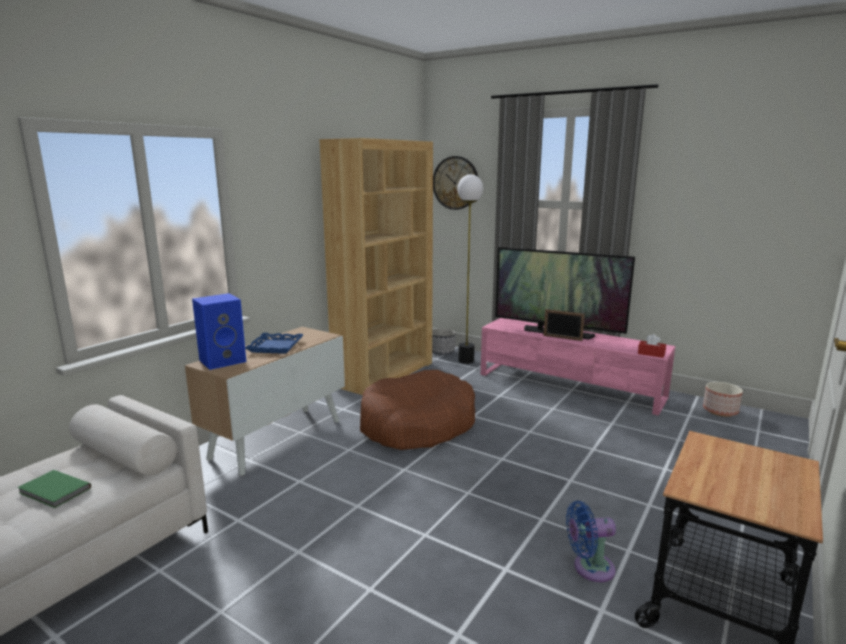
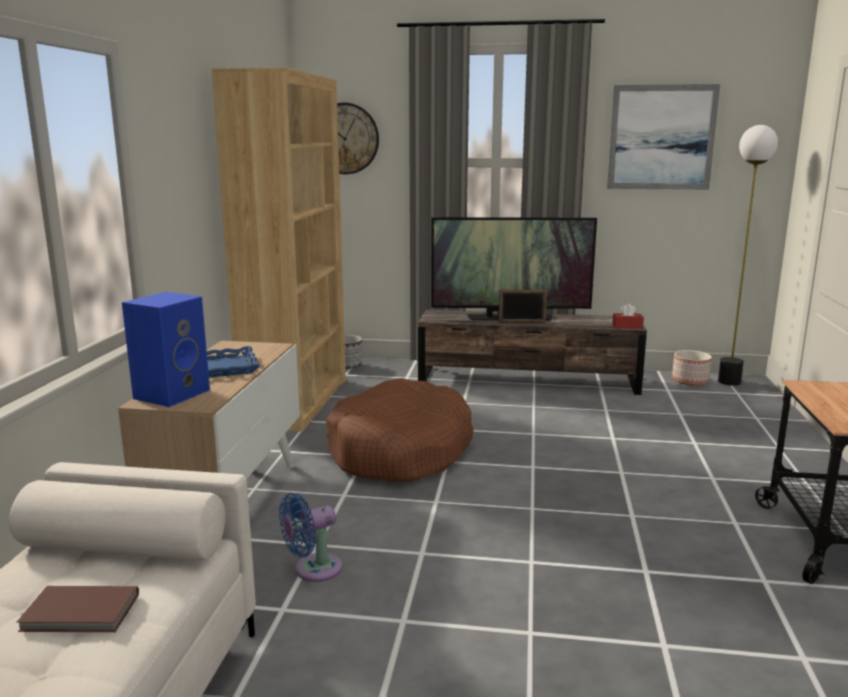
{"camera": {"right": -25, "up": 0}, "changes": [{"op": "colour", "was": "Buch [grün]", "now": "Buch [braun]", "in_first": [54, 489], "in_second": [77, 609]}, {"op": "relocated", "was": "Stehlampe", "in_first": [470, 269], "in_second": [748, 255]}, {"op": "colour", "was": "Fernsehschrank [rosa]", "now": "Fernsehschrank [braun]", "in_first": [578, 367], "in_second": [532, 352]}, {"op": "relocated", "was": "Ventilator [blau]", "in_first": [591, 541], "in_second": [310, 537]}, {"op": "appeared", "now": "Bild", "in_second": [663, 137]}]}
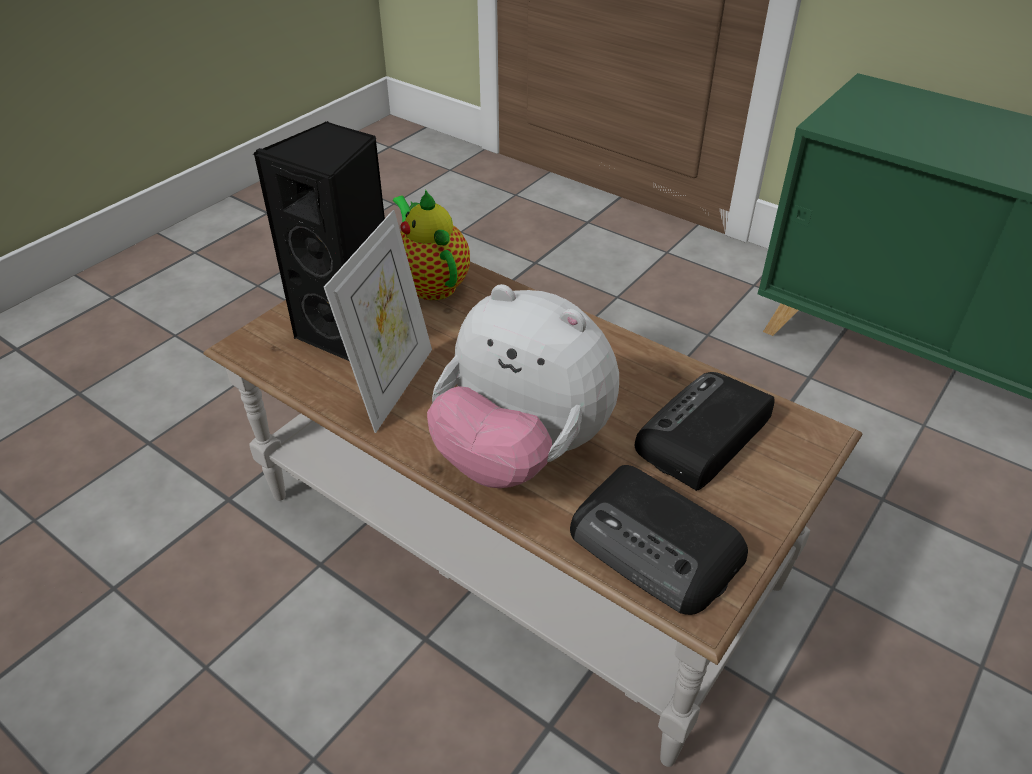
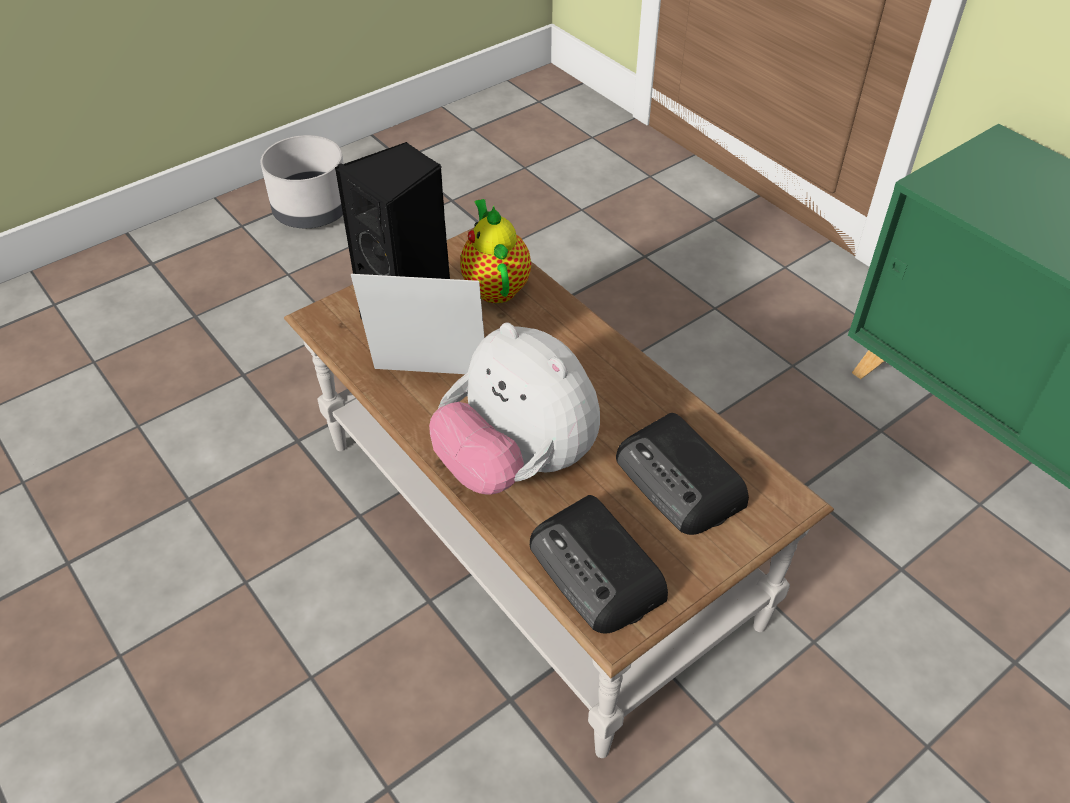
{"camera": {"right": 15, "up": 5}, "changes": [{"op": "spun", "was": "Bilderrahmen", "in_first": [378, 321], "in_second": [418, 324], "clockwise": -120}, {"op": "spun", "was": "Radio", "in_first": [704, 431], "in_second": [682, 474], "clockwise": -90}, {"op": "appeared", "now": "Pflanzkübel [grau]", "in_second": [302, 181]}]}
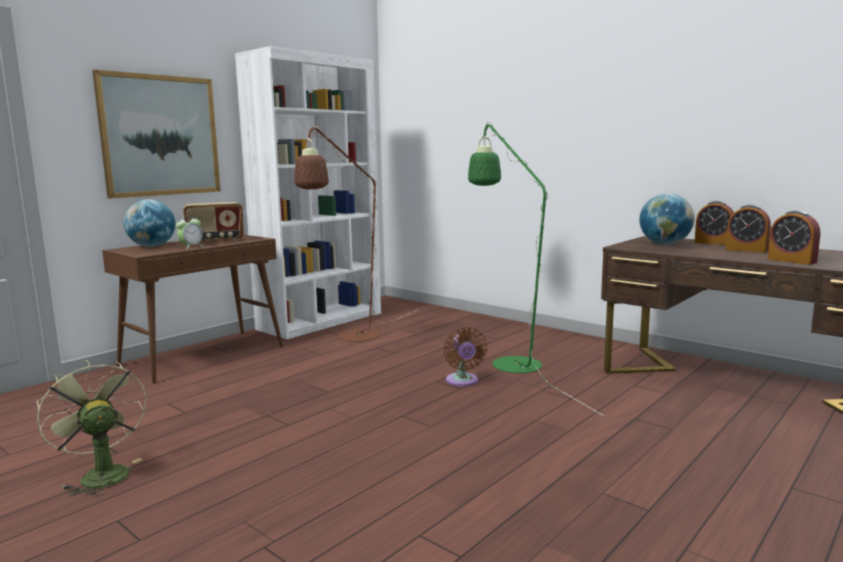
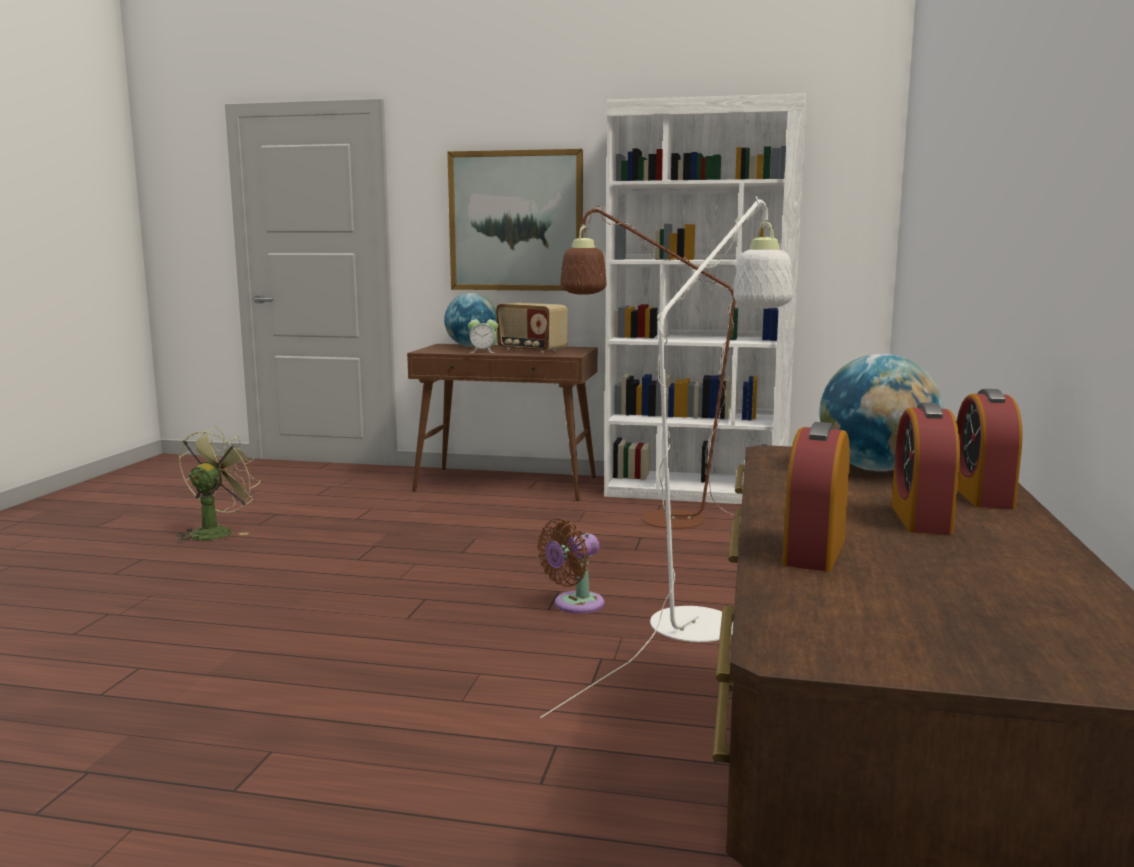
{"camera": {"right": 60, "up": 0}, "changes": [{"op": "colour", "was": "Stehlampe [grün]", "now": "Stehlampe [weiß]", "in_first": [536, 269], "in_second": [666, 457]}]}
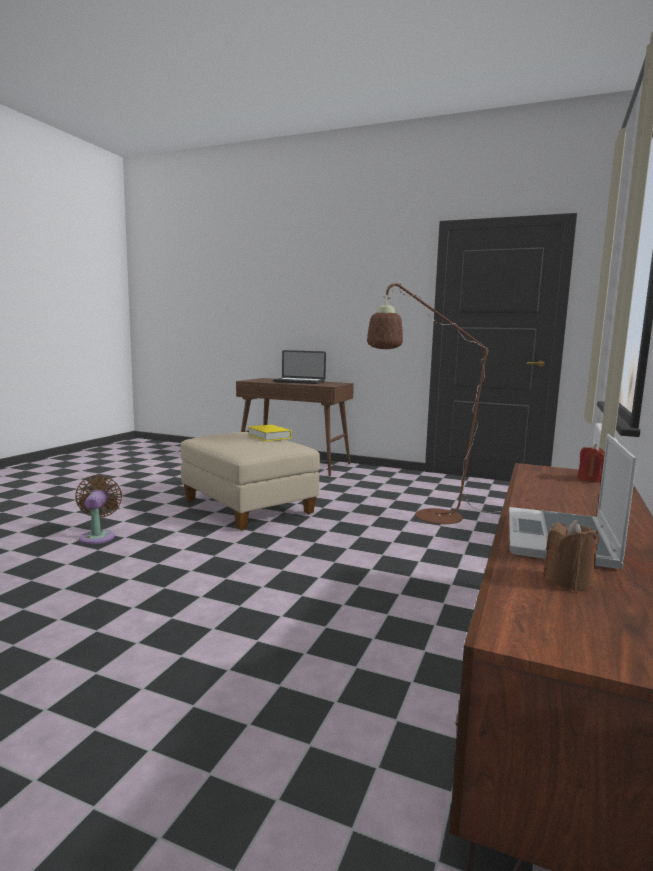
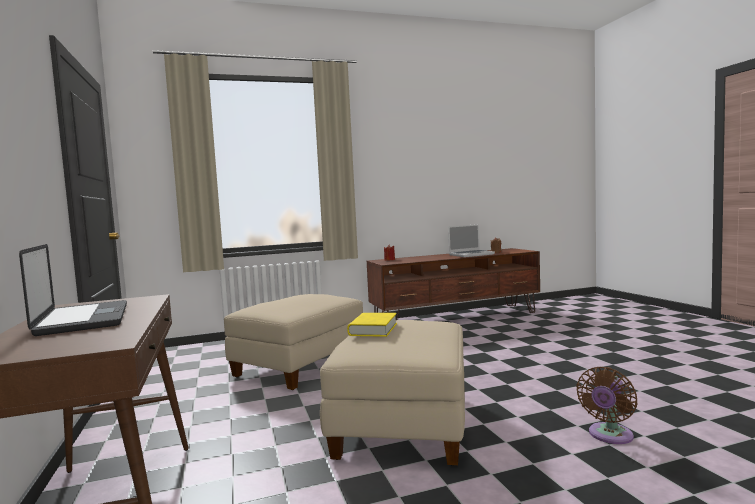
{"camera": {"right": -130, "up": -5}, "changes": [{"op": "exchanged", "was": "Stehlampe [braun]", "now": "Polsterhocker [beige]", "in_first": [434, 402], "in_second": [293, 342]}]}
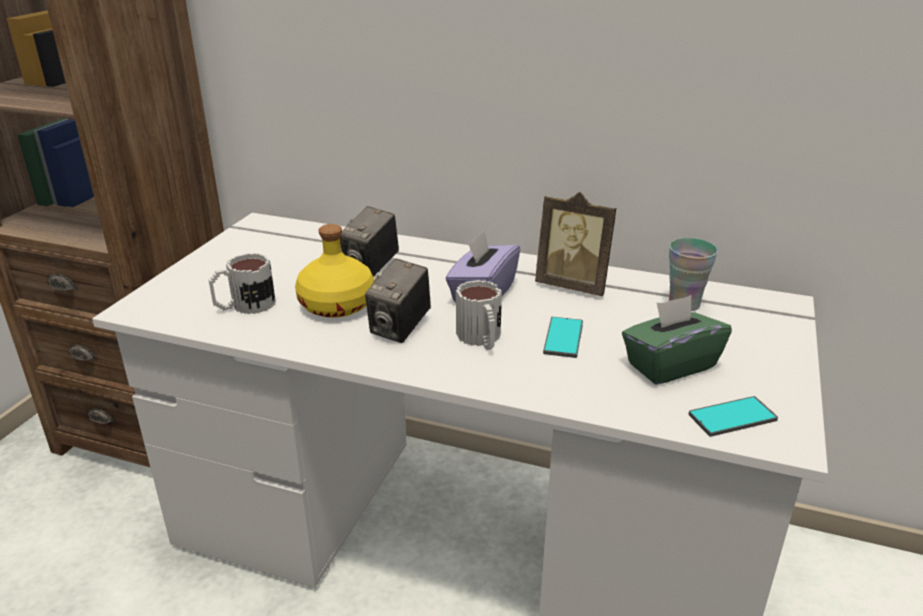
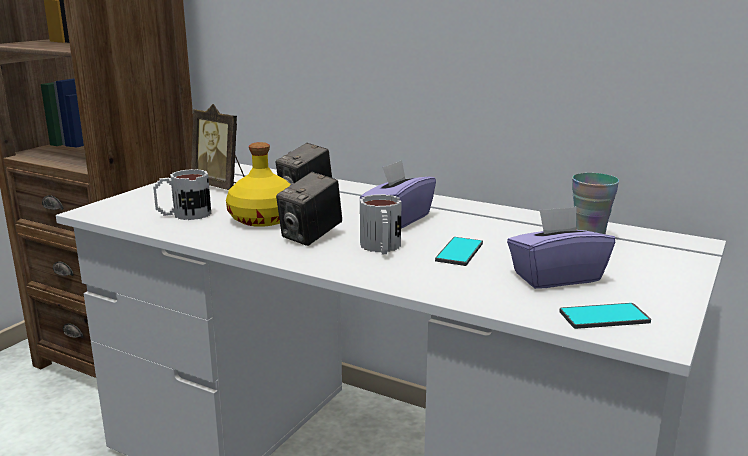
{"camera": {"right": 10, "up": -10}, "changes": [{"op": "relocated", "was": "Bilderrahmen", "in_first": [575, 244], "in_second": [218, 147]}, {"op": "colour", "was": "Taschentuchbox [grün]", "now": "Taschentuchbox [lila]", "in_first": [677, 340], "in_second": [561, 247]}]}
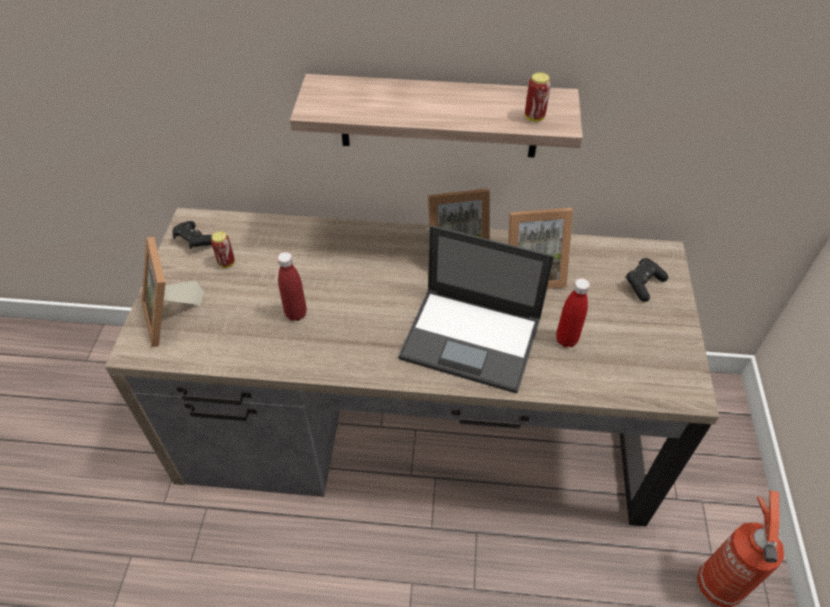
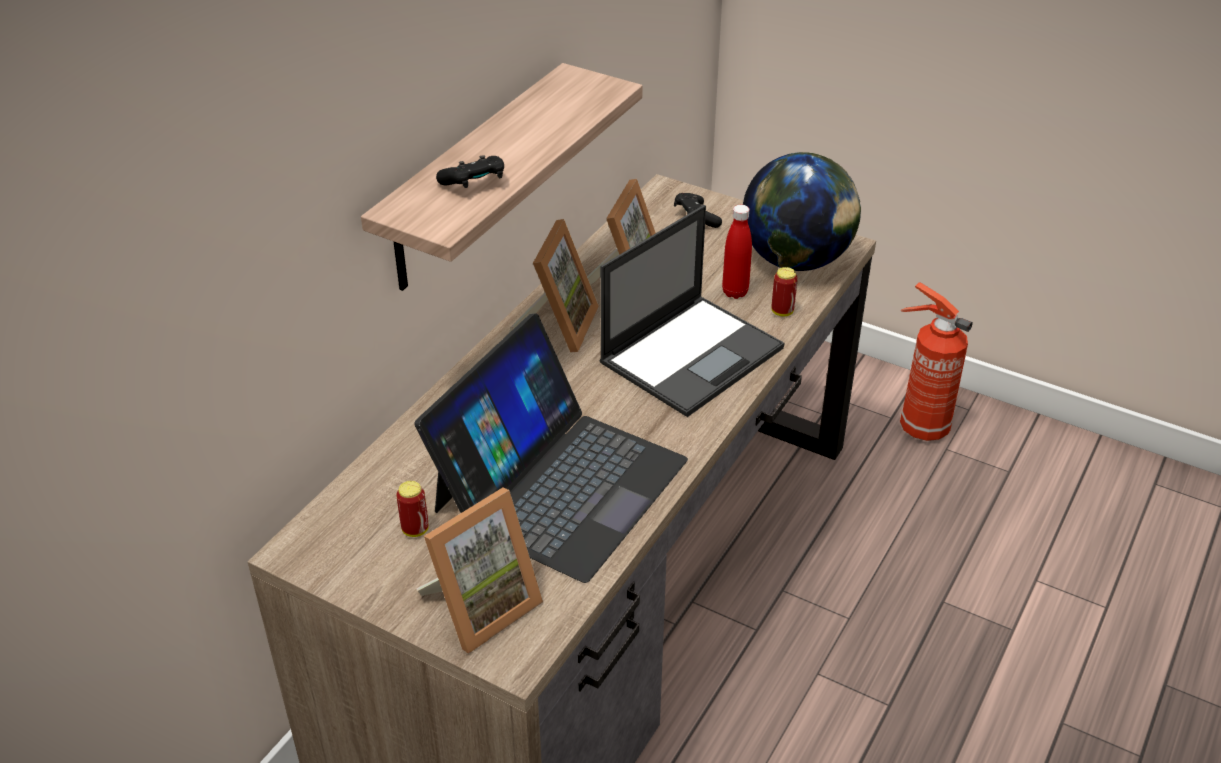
{"camera": {"right": -65, "up": -10}, "changes": [{"op": "spun", "was": "Bilderrahmen", "in_first": [173, 292], "in_second": [479, 570], "clockwise": -45}, {"op": "relocated", "was": "Gamepad [schwarz]", "in_first": [192, 235], "in_second": [470, 171]}, {"op": "exchanged", "was": "Flasche [rot]", "now": "Laptop", "in_first": [292, 286], "in_second": [551, 448]}, {"op": "relocated", "was": "Dose", "in_first": [538, 97], "in_second": [785, 291]}, {"op": "appeared", "now": "Globus", "in_second": [802, 211]}]}
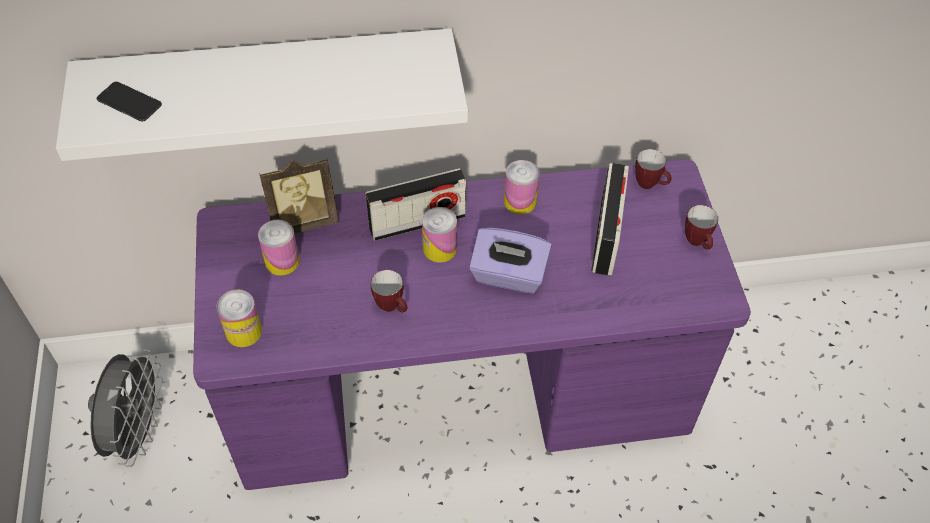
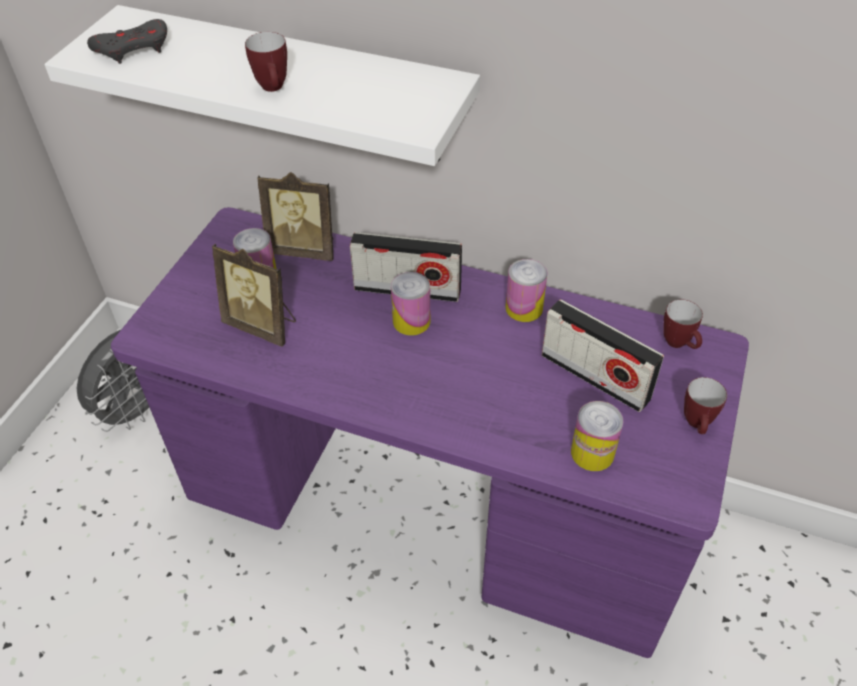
{"camera": {"right": 30, "up": -5}, "changes": [{"op": "exchanged", "was": "Handy", "now": "Gamepad [grau]", "in_first": [129, 102], "in_second": [127, 41]}, {"op": "relocated", "was": "Dose", "in_first": [239, 318], "in_second": [597, 436]}, {"op": "relocated", "was": "Henkelbecher", "in_first": [389, 291], "in_second": [266, 62]}, {"op": "missing", "was": "Taschentuchbox [lila]", "in_first": [510, 261]}, {"op": "spun", "was": "Radio", "in_first": [610, 219], "in_second": [603, 355], "clockwise": 90}, {"op": "appeared", "now": "Bilderrahmen", "in_second": [254, 295]}]}
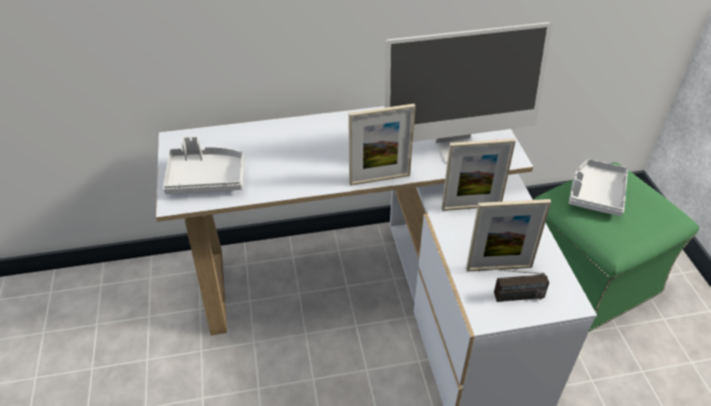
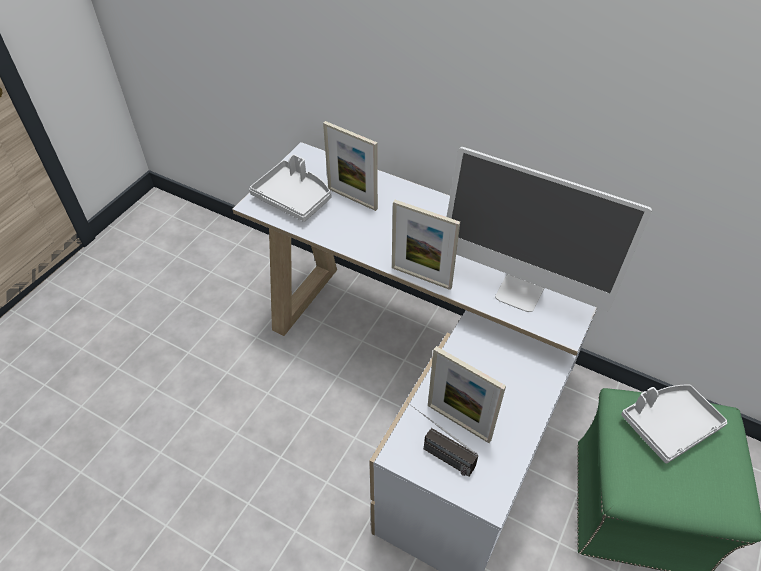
{"camera": {"right": 40, "up": 5}, "changes": [{"op": "relocated", "was": "Bilderrahmen", "in_first": [478, 174], "in_second": [350, 166]}]}
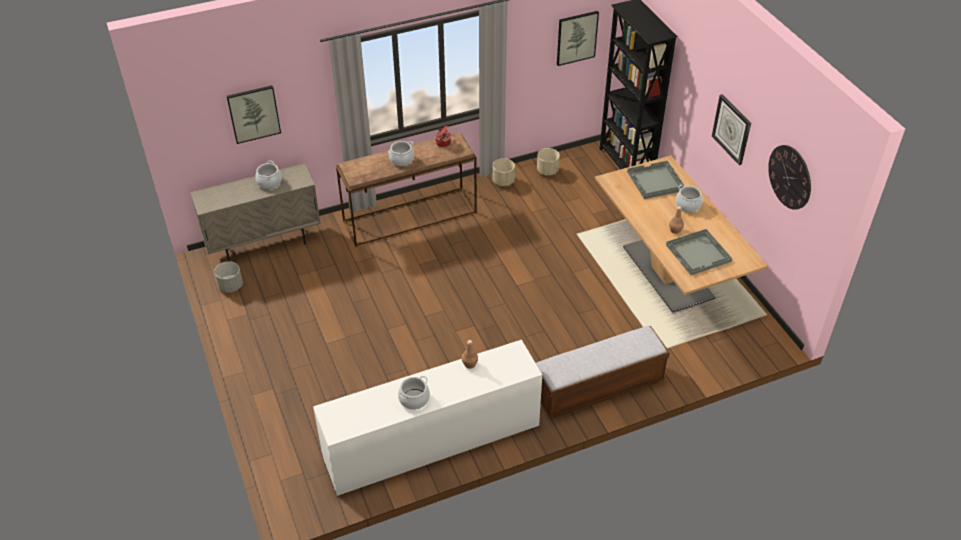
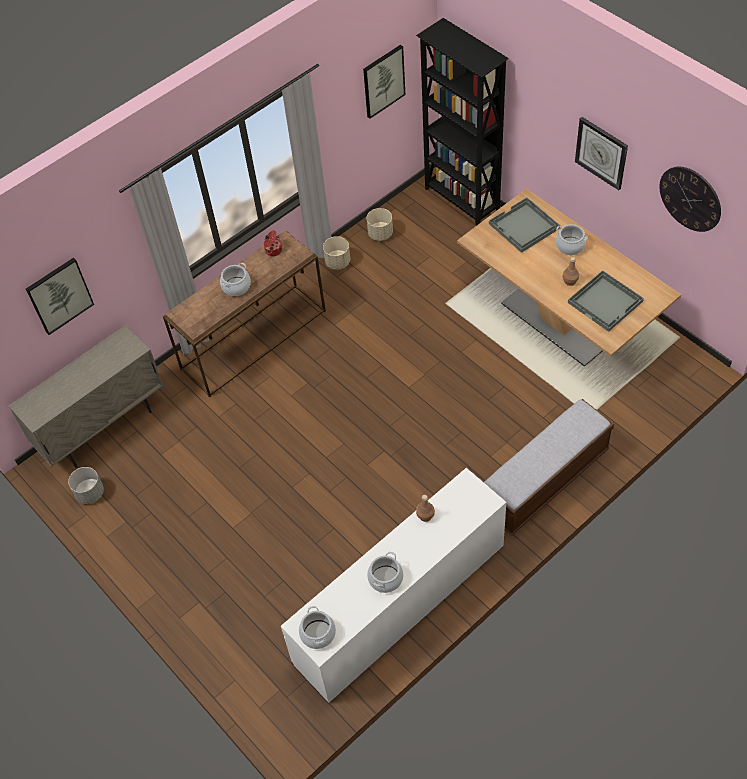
{"camera": {"right": -15, "up": 10}, "changes": [{"op": "relocated", "was": "Kochtopf", "in_first": [268, 175], "in_second": [317, 627]}]}
